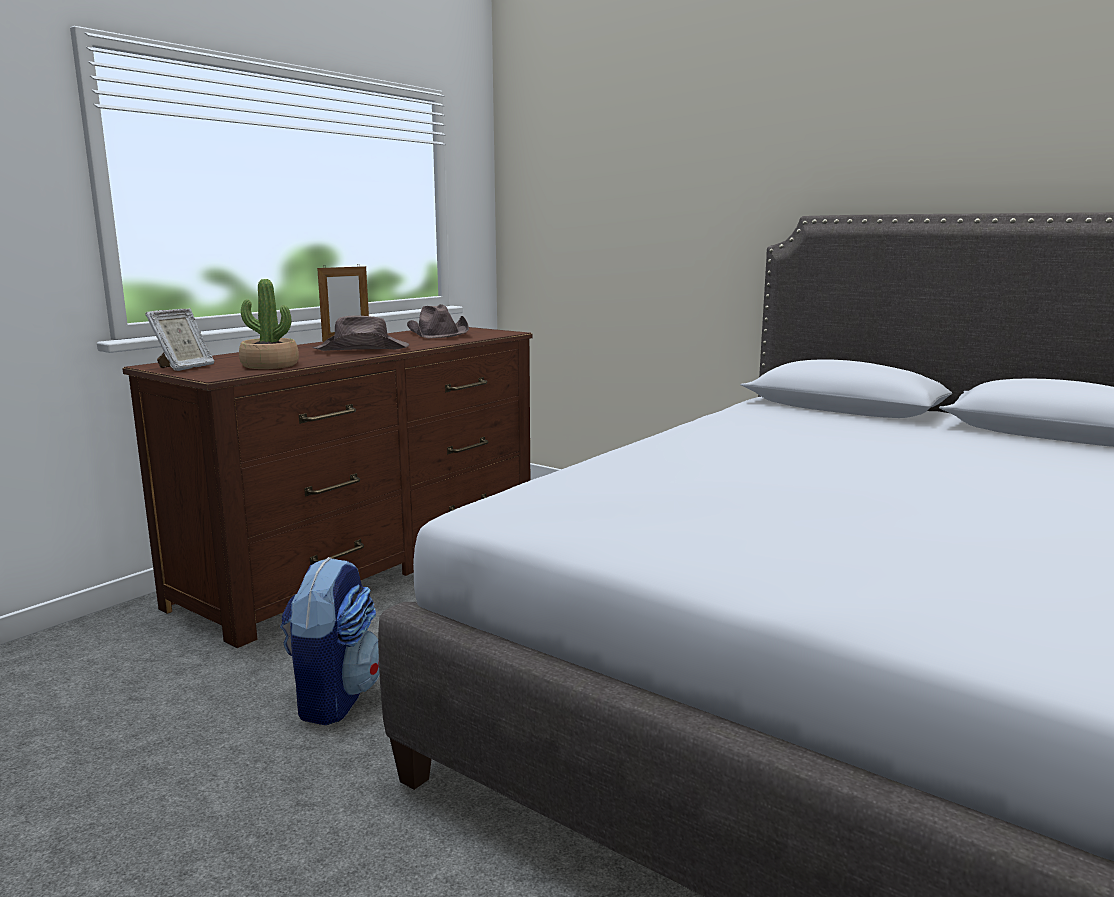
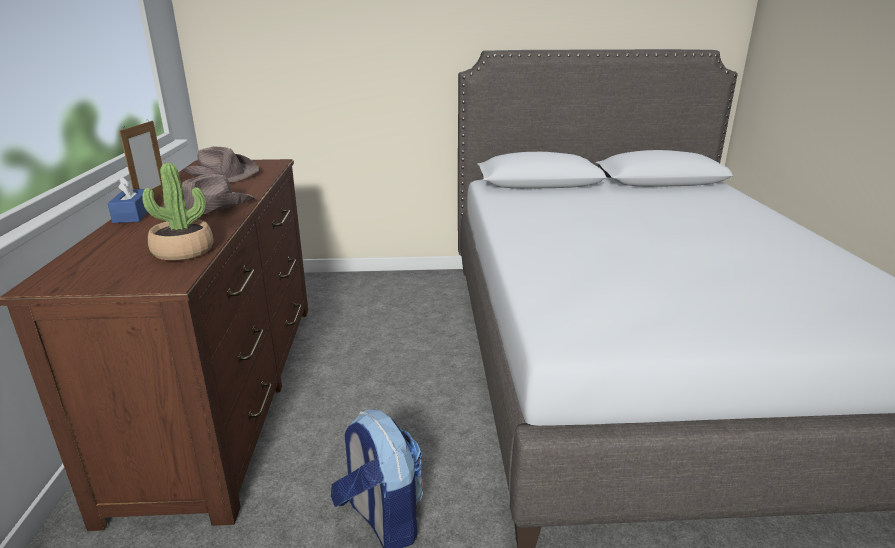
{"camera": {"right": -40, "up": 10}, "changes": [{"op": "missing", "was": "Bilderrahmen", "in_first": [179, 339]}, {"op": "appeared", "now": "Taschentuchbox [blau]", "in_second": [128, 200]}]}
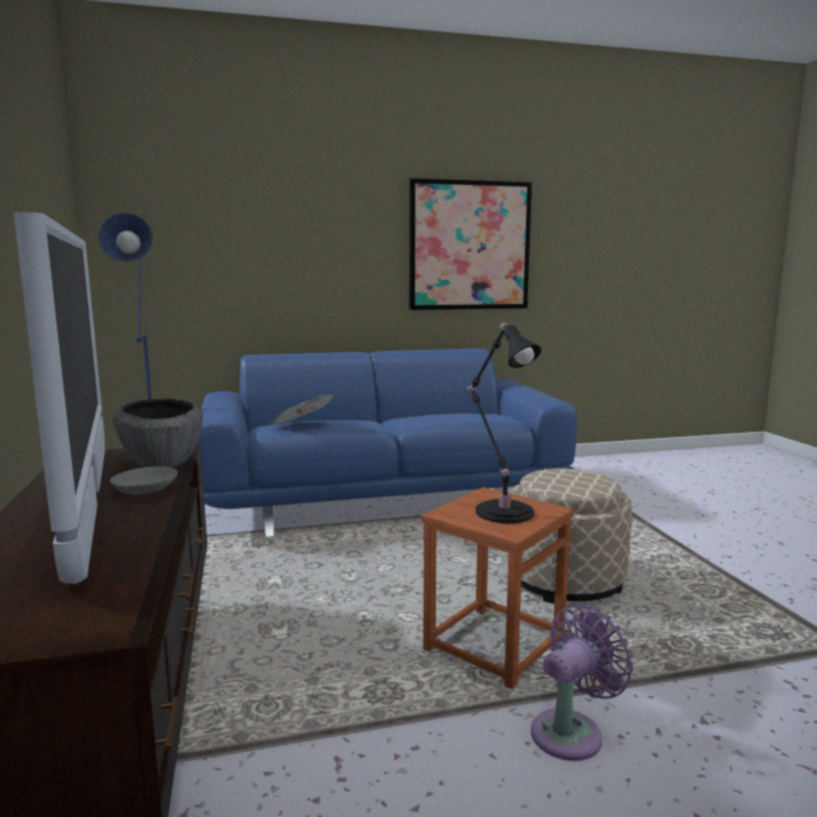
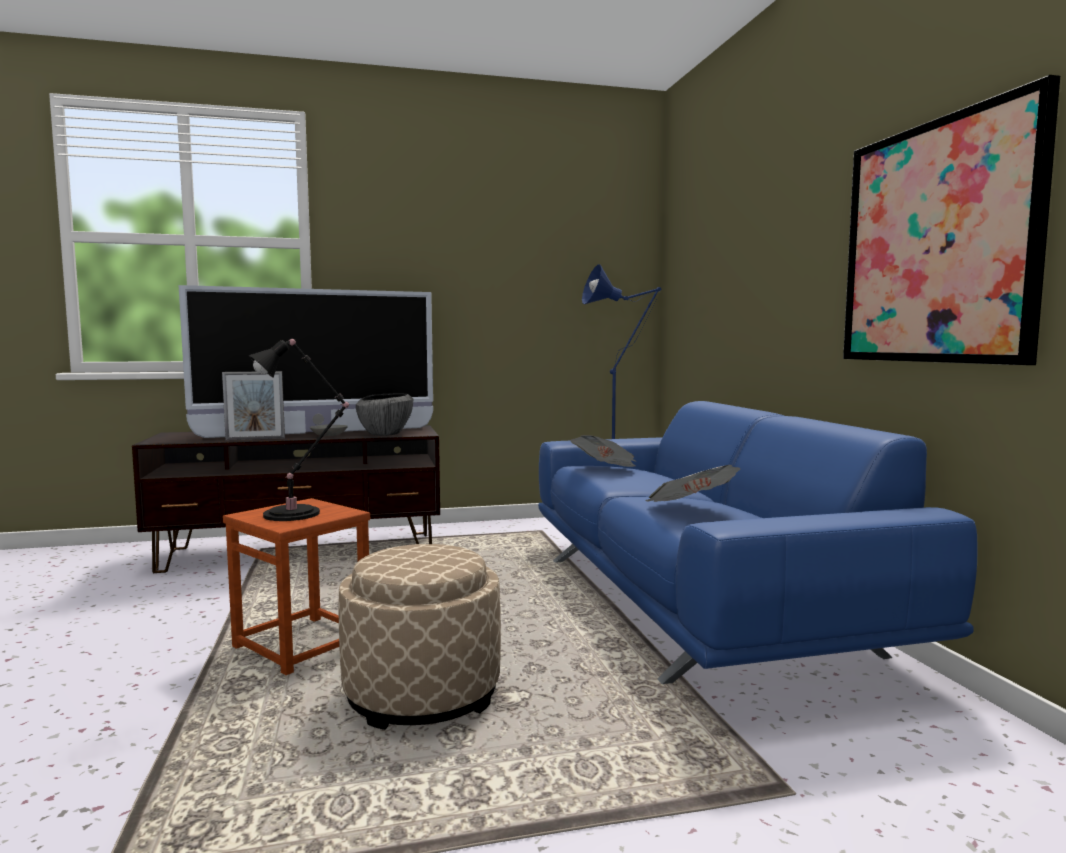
{"camera": {"right": 90, "up": -5}, "changes": [{"op": "missing", "was": "Ventilator [lila]", "in_first": [582, 682]}, {"op": "appeared", "now": "Bilderrahmen", "in_second": [253, 405]}, {"op": "appeared", "now": "Zeitung", "in_second": [692, 483]}]}
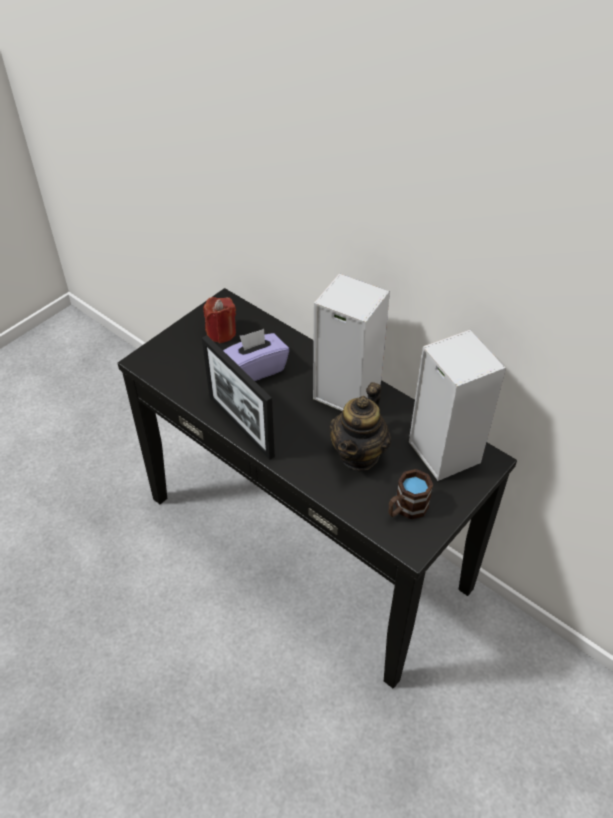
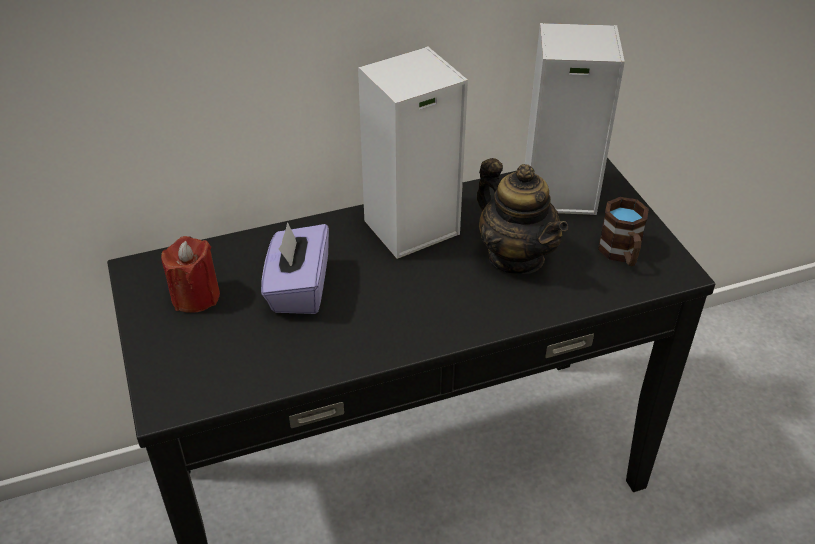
{"camera": {"right": -60, "up": -5}, "changes": [{"op": "missing", "was": "Bilderrahmen", "in_first": [238, 397]}]}
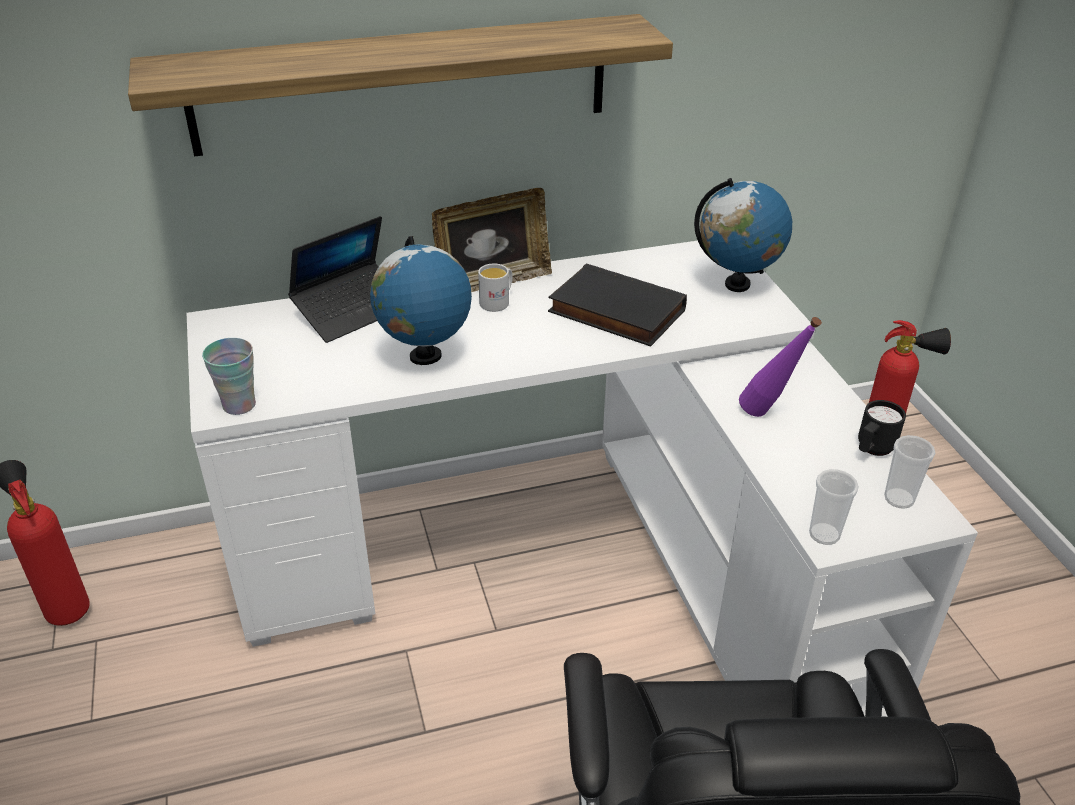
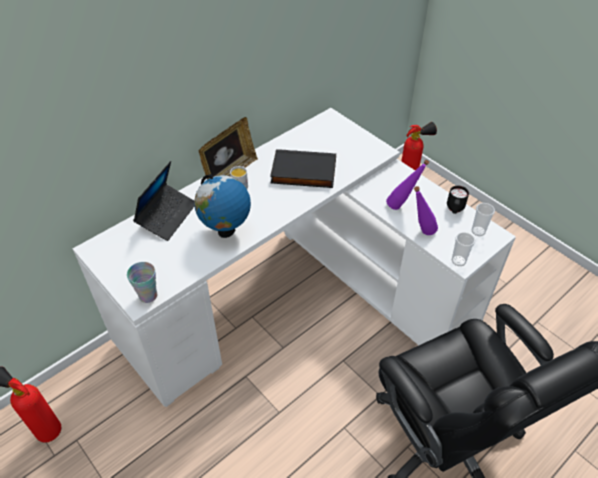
{"camera": {"right": -25, "up": 10}, "changes": [{"op": "missing", "was": "Wandregal", "in_first": [400, 85]}, {"op": "missing", "was": "Globus", "in_first": [743, 235]}, {"op": "appeared", "now": "Flasche [lila]", "in_second": [426, 210]}]}
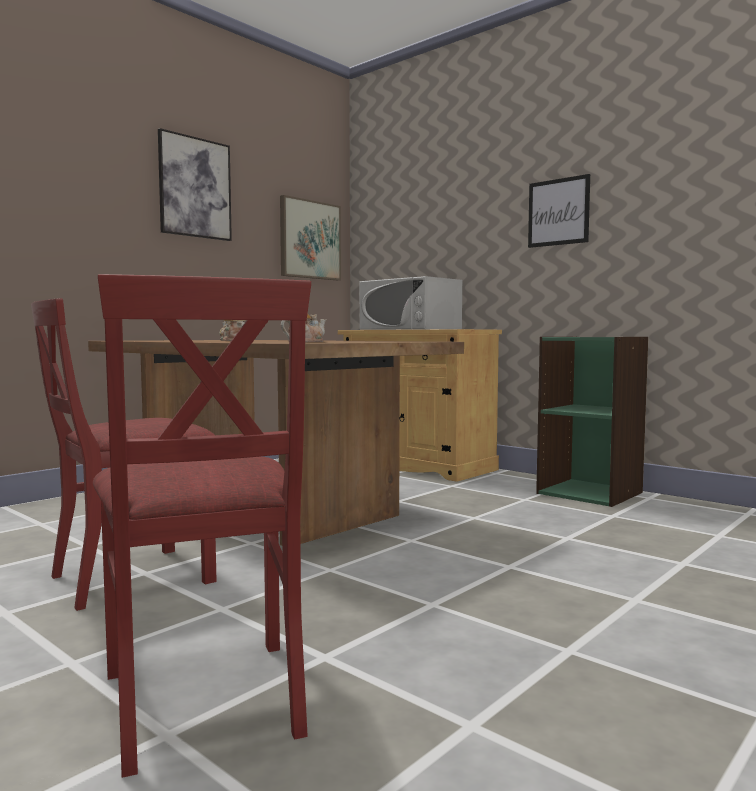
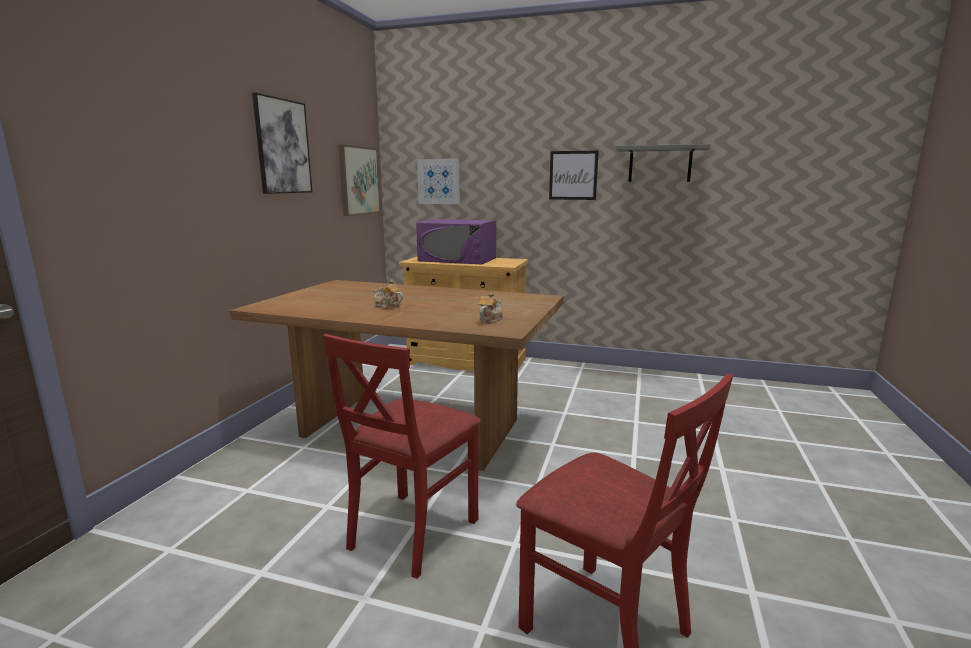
{"camera": {"right": -25, "up": 10}, "changes": [{"op": "colour", "was": "Mikrowelle [weiß]", "now": "Mikrowelle [lila]", "in_first": [411, 303], "in_second": [456, 241]}, {"op": "missing", "was": "Bücherregal [grün]", "in_first": [592, 422]}, {"op": "appeared", "now": "Bild", "in_second": [438, 181]}, {"op": "appeared", "now": "Wandregal [grau]", "in_second": [663, 163]}]}
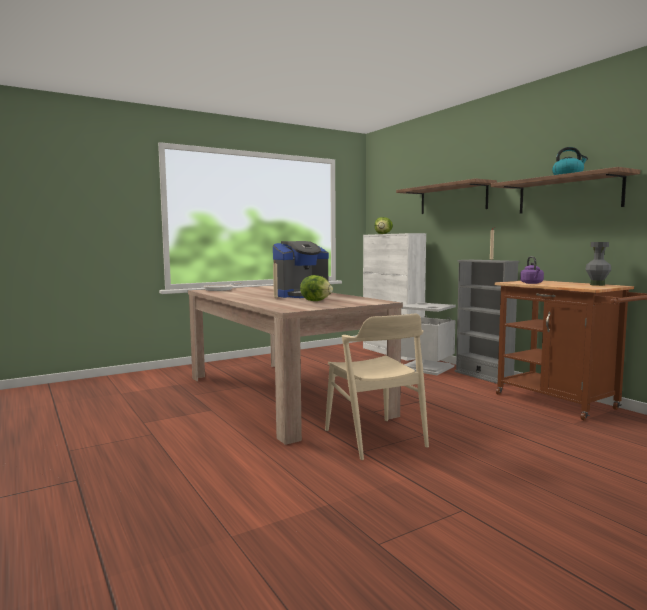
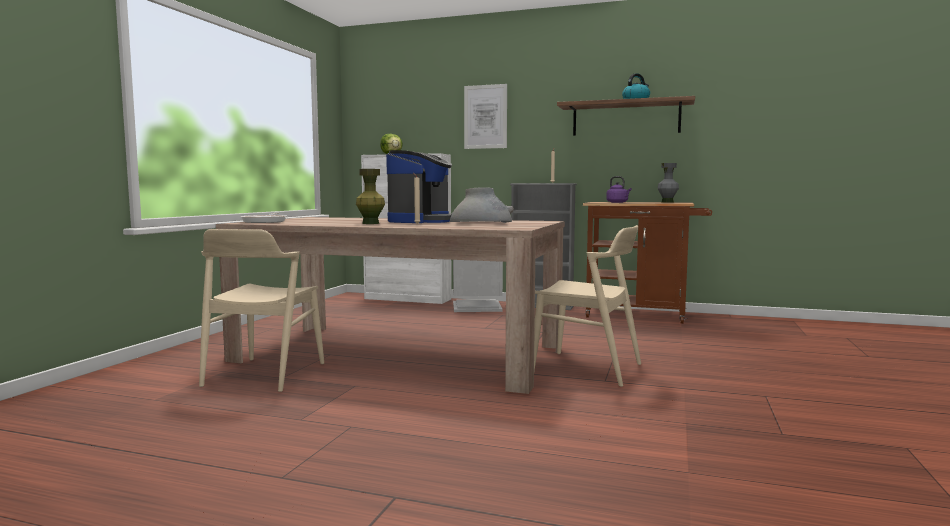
{"camera": {"right": -40, "up": 0}, "changes": [{"op": "exchanged", "was": "Salatkopf", "now": "Vase [grau]", "in_first": [316, 288], "in_second": [482, 205]}, {"op": "exchanged", "was": "Wandregal", "now": "Bild", "in_first": [446, 196], "in_second": [485, 116]}, {"op": "appeared", "now": "Stuhl [beige]", "in_second": [261, 310]}, {"op": "appeared", "now": "Vase [grün]", "in_second": [370, 196]}]}
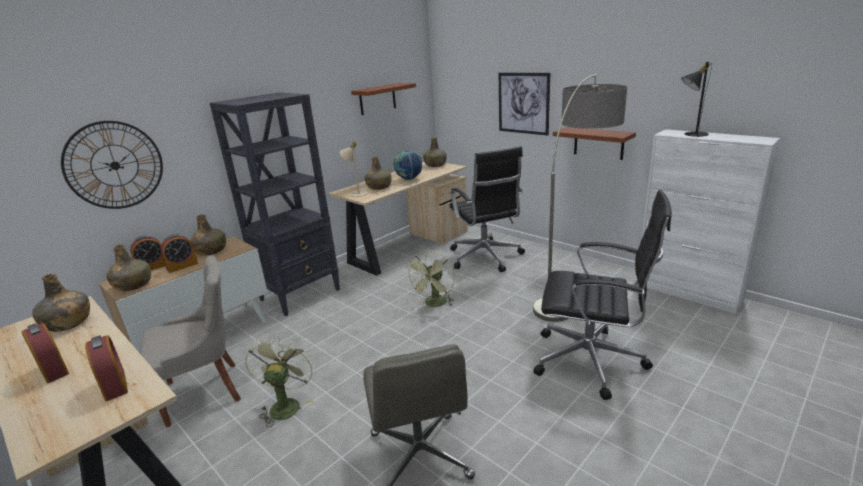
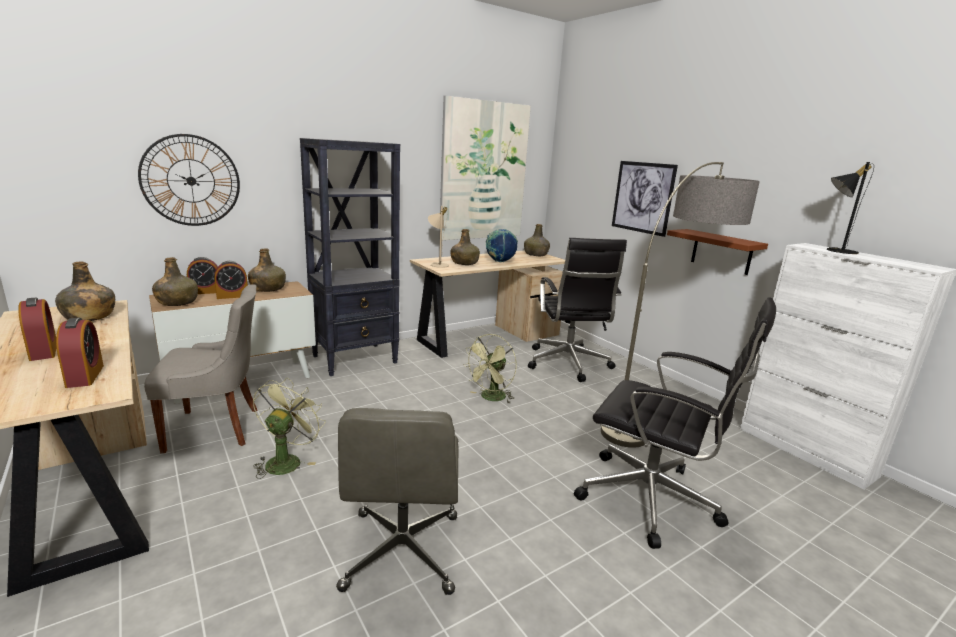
{"camera": {"right": 10, "up": -5}, "changes": [{"op": "exchanged", "was": "Wandregal [braun]", "now": "Bild", "in_first": [383, 99], "in_second": [485, 167]}]}
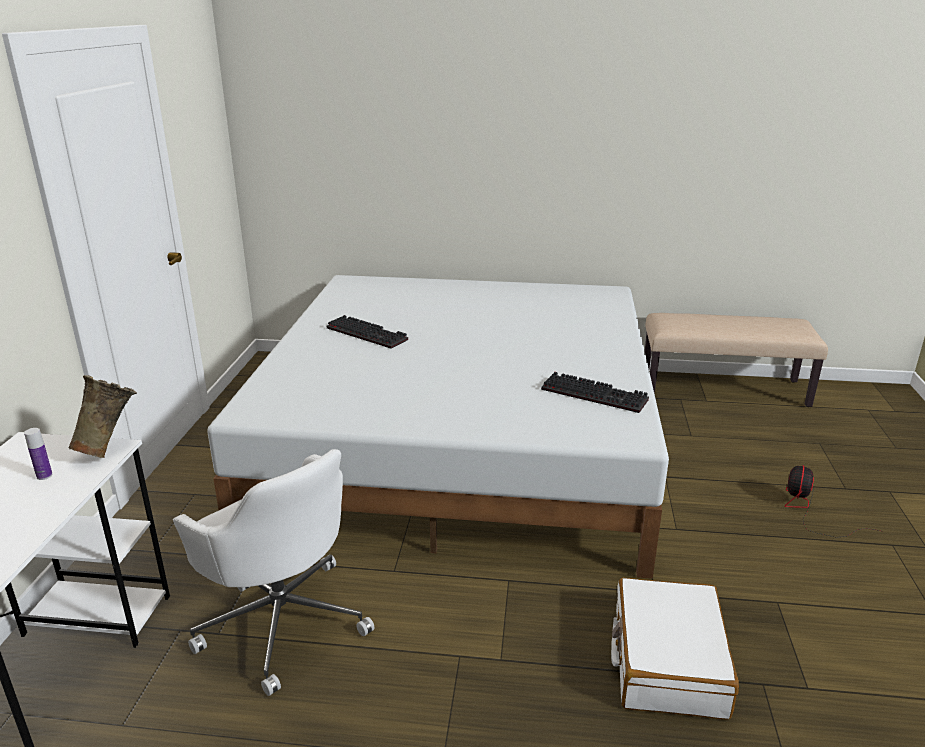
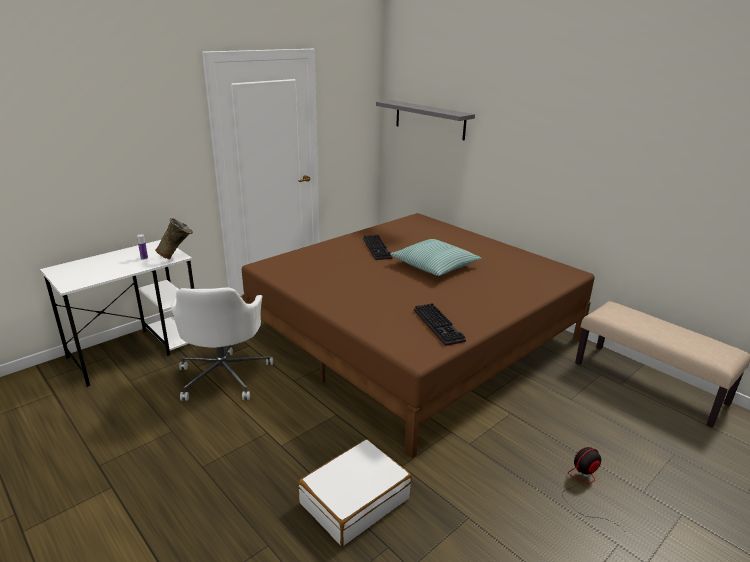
{"camera": {"right": 40, "up": 0}, "changes": [{"op": "colour", "was": "Bett [weiß]", "now": "Bett [braun]", "in_first": [438, 427], "in_second": [418, 336]}, {"op": "appeared", "now": "Wandregal [grau]", "in_second": [425, 120]}, {"op": "appeared", "now": "Kissen", "in_second": [435, 257]}]}
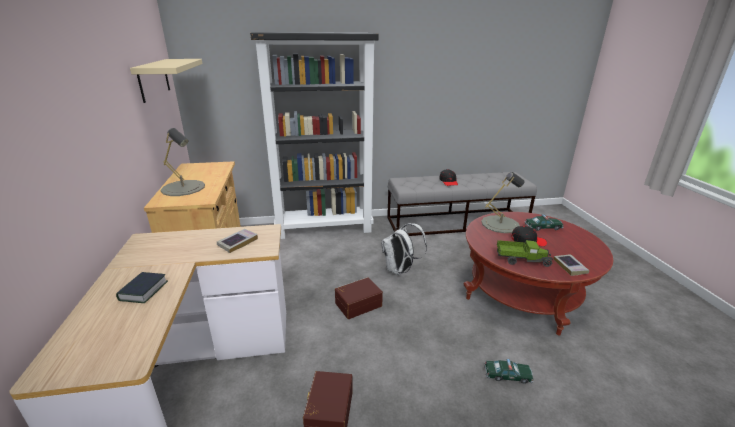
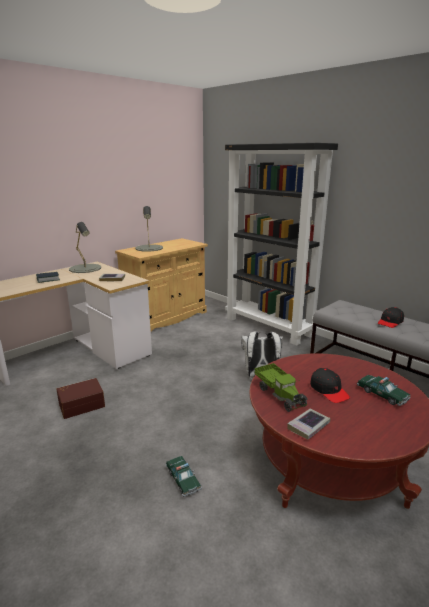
{"camera": {"right": 55, "up": -5}, "changes": [{"op": "missing", "was": "Wandregal [beige]", "in_first": [166, 81]}, {"op": "missing", "was": "Aufbewahrungsbox [braun]", "in_first": [359, 298]}, {"op": "relocated", "was": "Tischlampe [grau]", "in_first": [503, 202], "in_second": [85, 247]}]}
